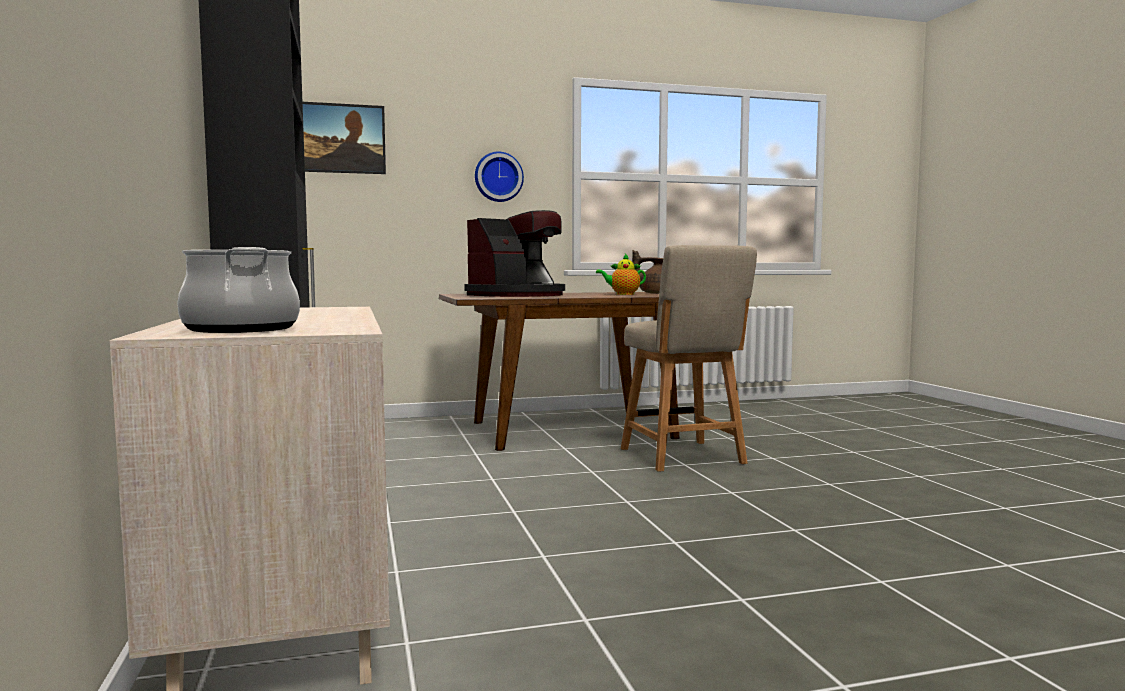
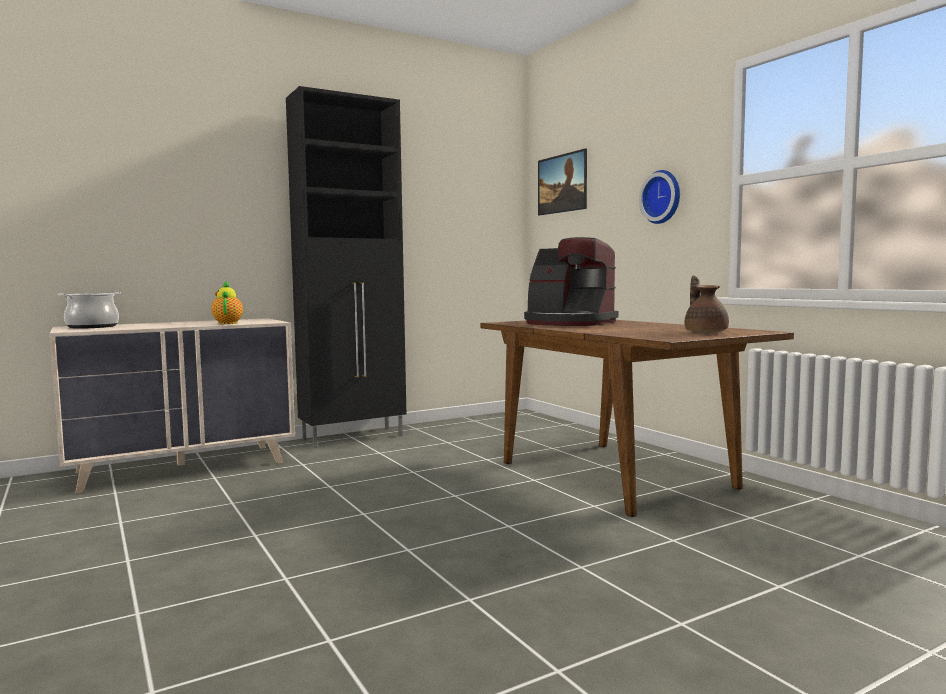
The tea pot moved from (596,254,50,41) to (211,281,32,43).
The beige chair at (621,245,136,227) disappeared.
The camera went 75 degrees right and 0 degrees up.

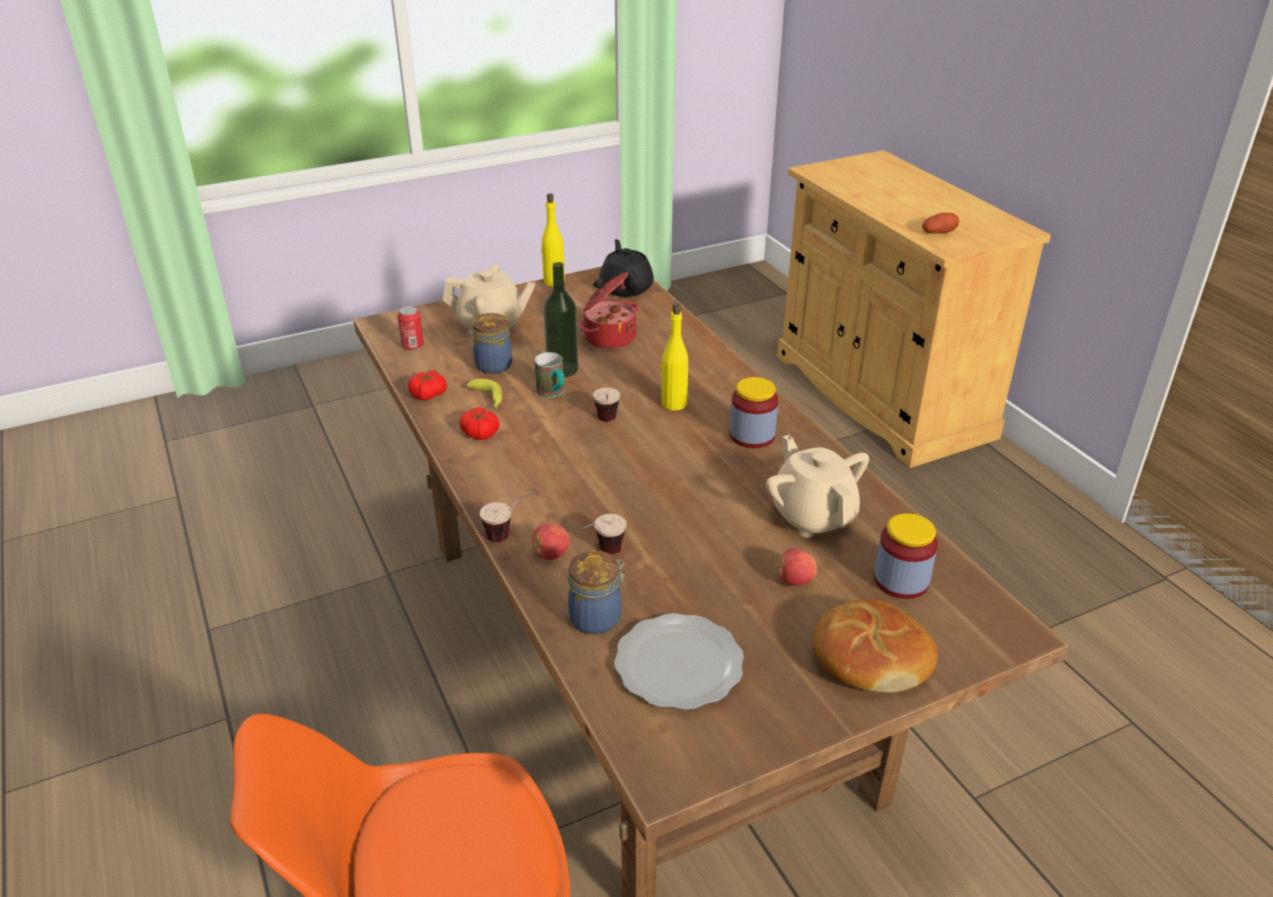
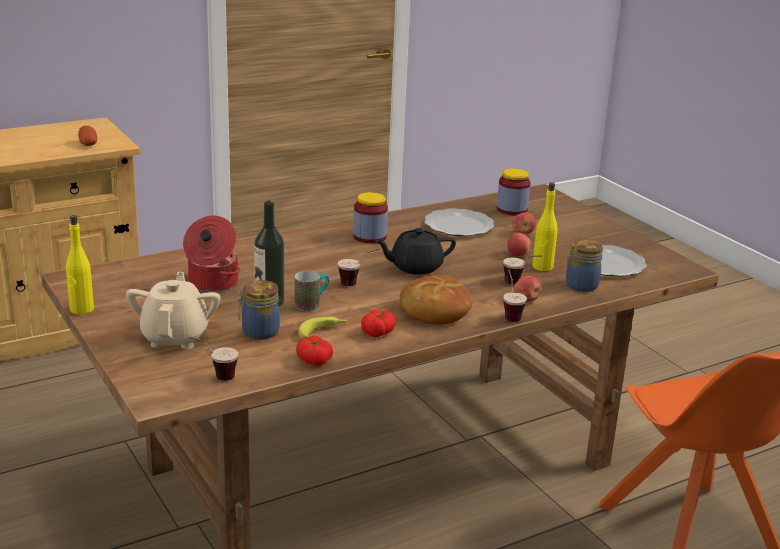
The can at (398,306,26,45) was replaced by the small cup at (188,336,50,45).
The black tea pot moved from (599,239,55,58) to (375,228,81,47).
The bread moved from (813,599,125,94) to (400,275,72,50).
The beige tea pot at (766,435,103,103) was replaced by the flat dish at (425,208,69,28).
The whole apple at (507,233,24,23) appeared.
The yellow-coloured drink bottle moved from (661,303,27,108) to (532,182,26,89).
The camera went 95 degrees left and 10 degrees down.

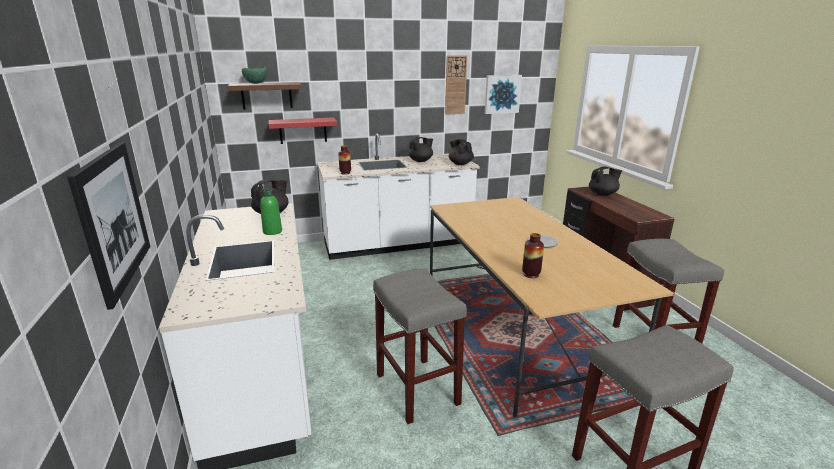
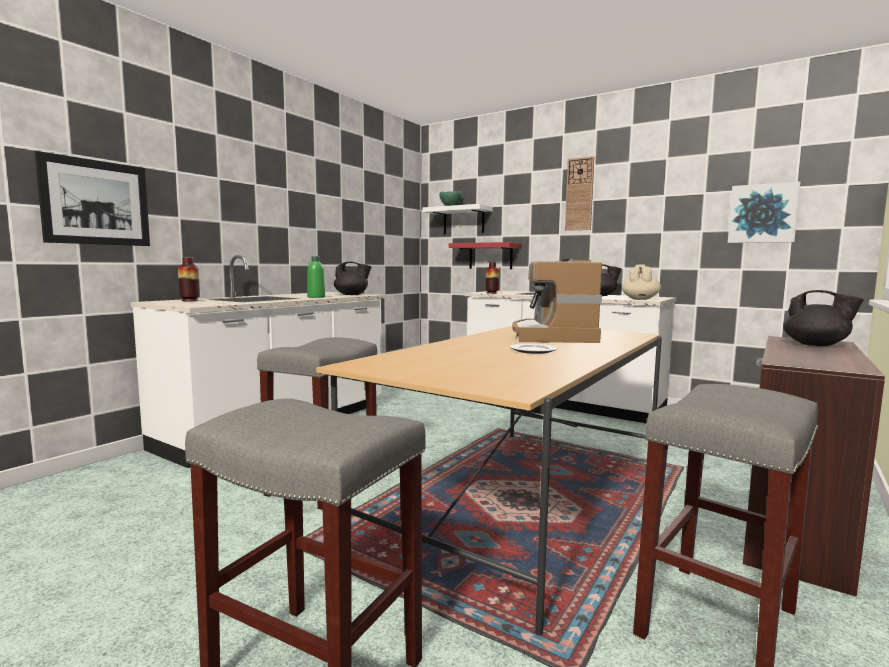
The vase moved from (522,233,22,45) to (178,257,22,44).
The brown-coloured shelf at (228,82,74,28) became the whitish shelf at (422,204,71,30).
The coffee machine at (512,259,90,84) appeared.
The hanging clock moved from (445,55,22,60) to (565,156,29,75).
The black tea pot at (449,139,25,26) became the beige tea pot at (622,264,39,36).
The camera went 50 degrees right and 15 degrees down.

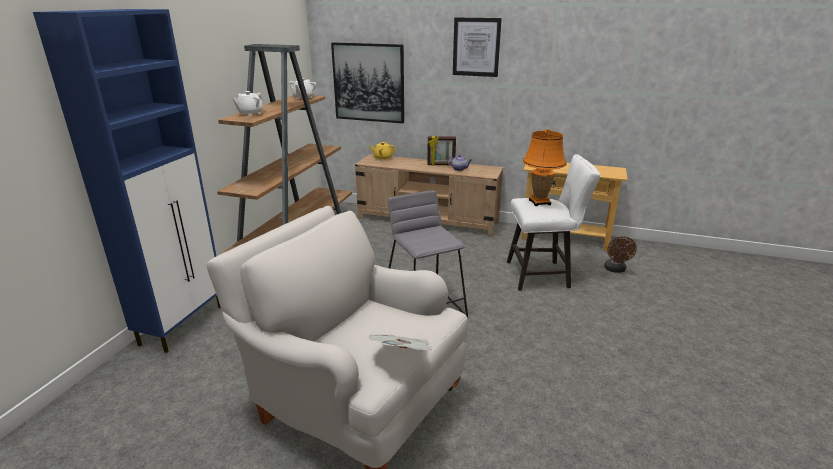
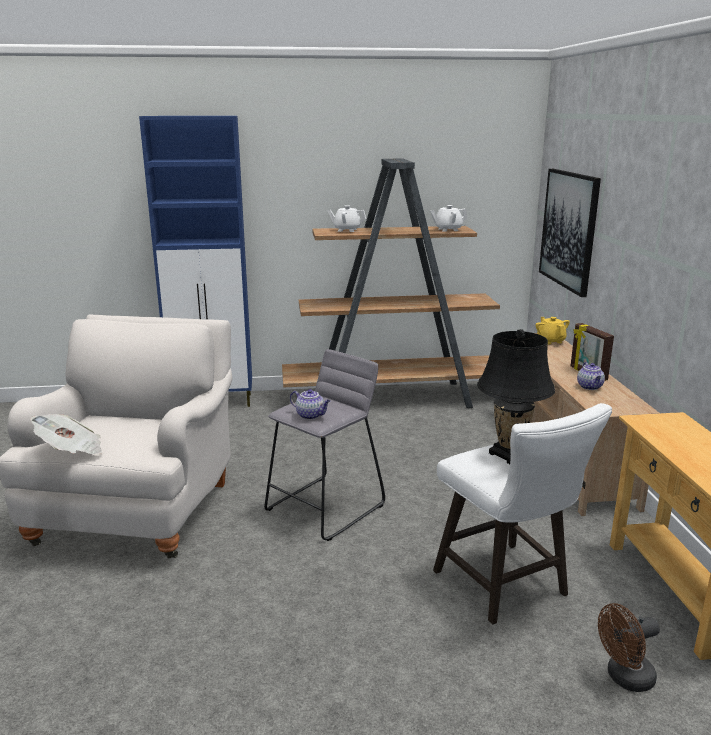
The tea pot at (290,389,40,31) appeared.
The orange-coloured lamp for a table at (523,129,44,77) became the black lamp for a table at (477,329,78,135).
The wall picture at (453,17,49,60) disappeared.
The camera went 65 degrees right and 5 degrees down.

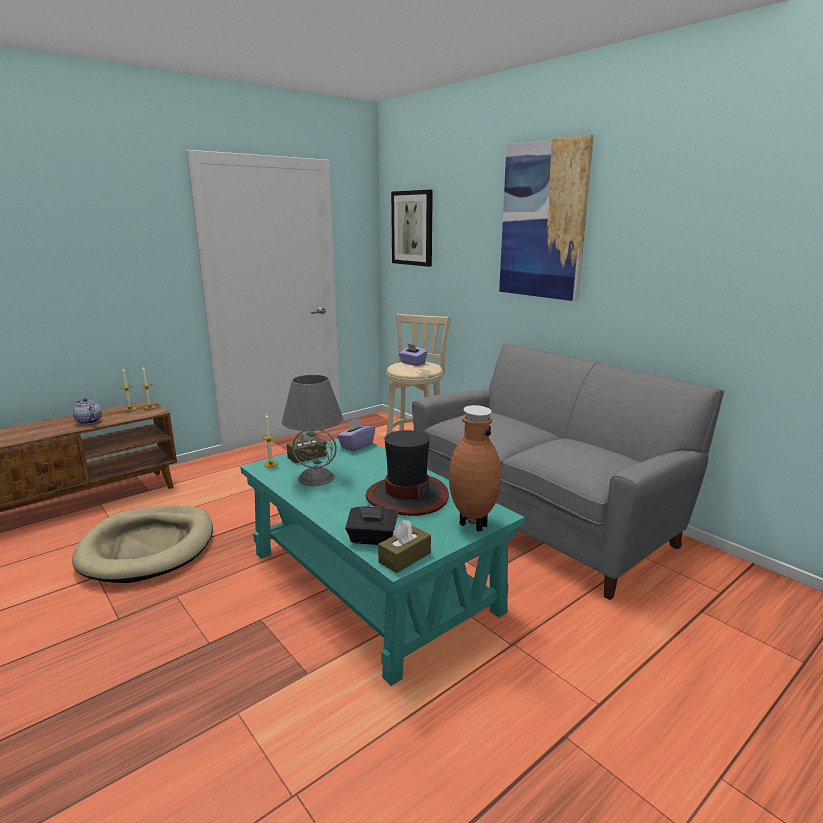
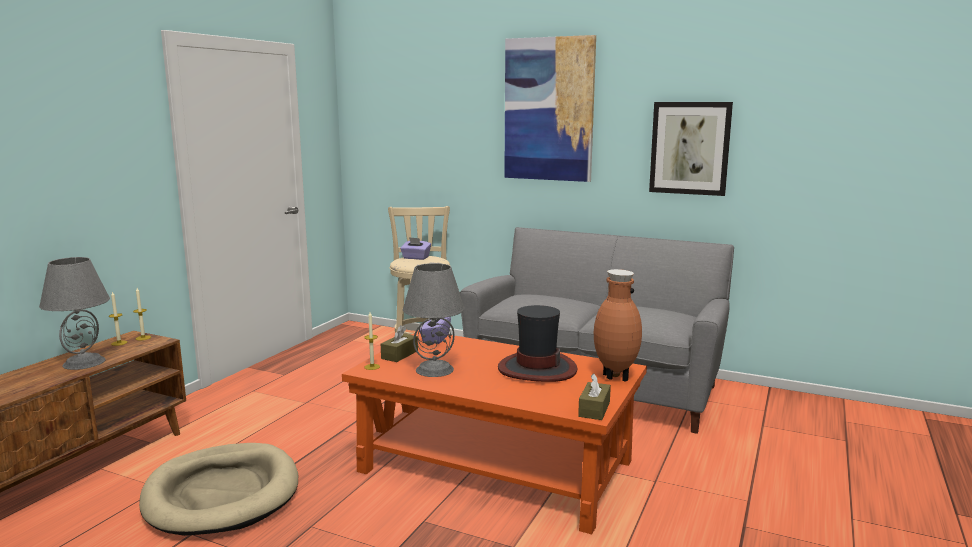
The tea pot at (73,398,29,27) was replaced by the greyish lamp for a table at (39,257,71,113).
The turquoise-coloured coffee table at (240,439,285,247) became the orange-coloured coffee table at (342,330,305,204).
The wall picture moved from (391,190,42,77) to (649,102,84,94).
The black tissue holder at (345,506,53,39) disappeared.
The camera went 25 degrees left and 5 degrees down.

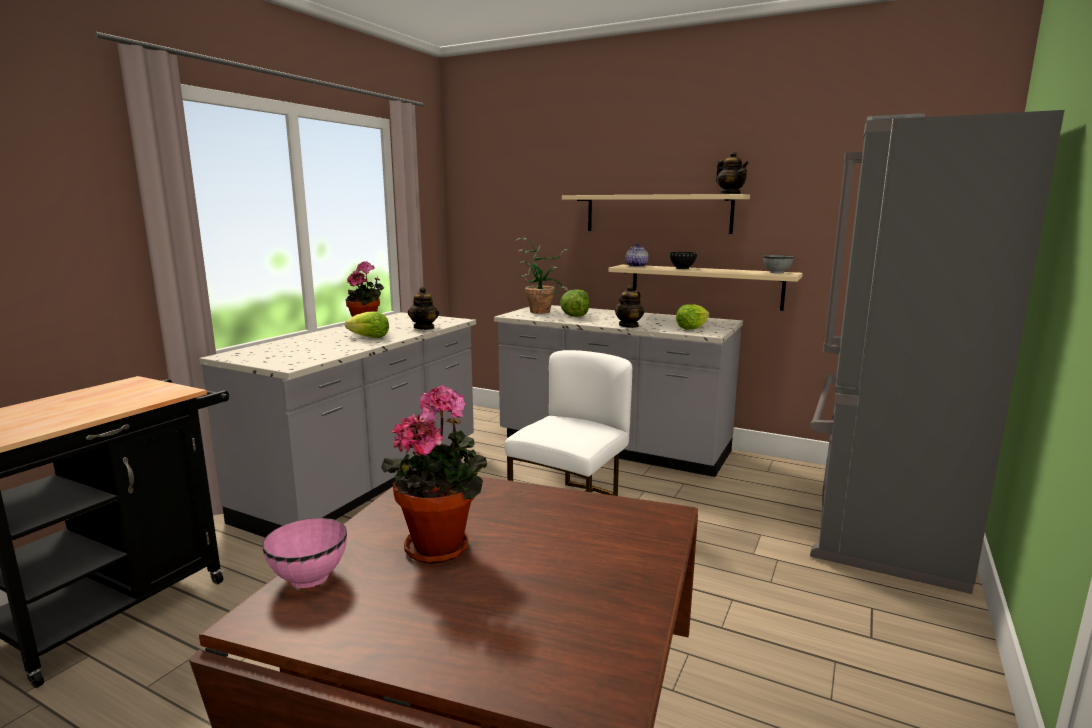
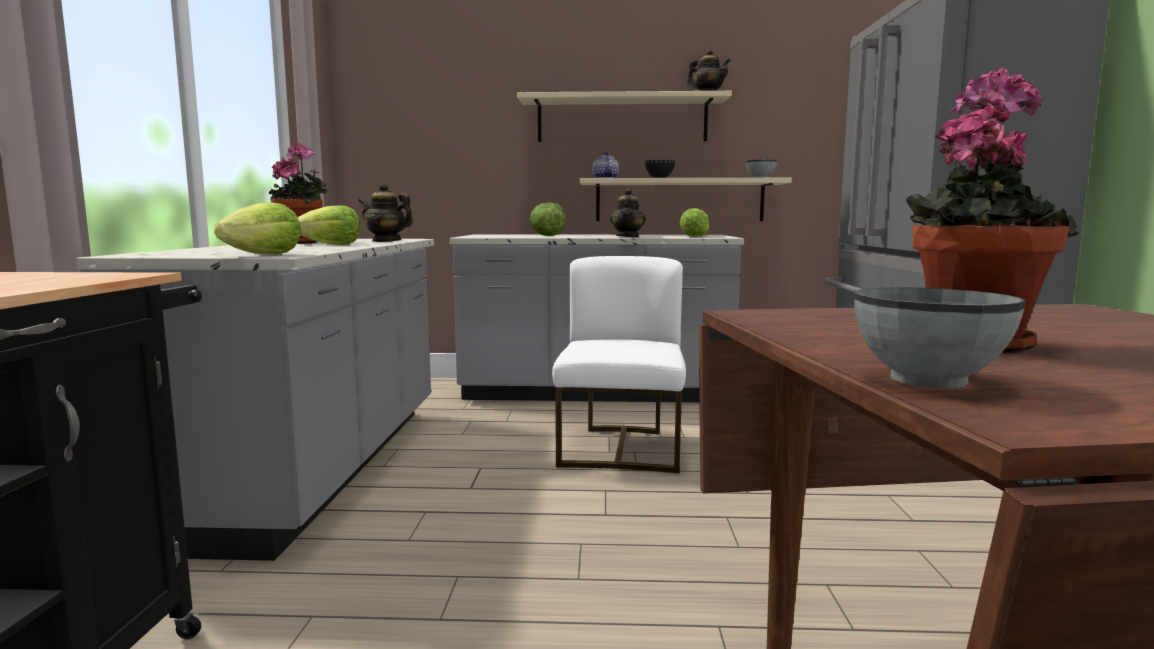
The head of lettuce at (214,202,87,53) appeared.
The tea pot at (408,287,31,43) turned 135 degrees clockwise.
The pink bowl at (263,518,84,70) became the greyish bowl at (854,287,171,101).
The plant in a pot at (517,237,52,77) disappeared.
The camera went 25 degrees left and 5 degrees down.

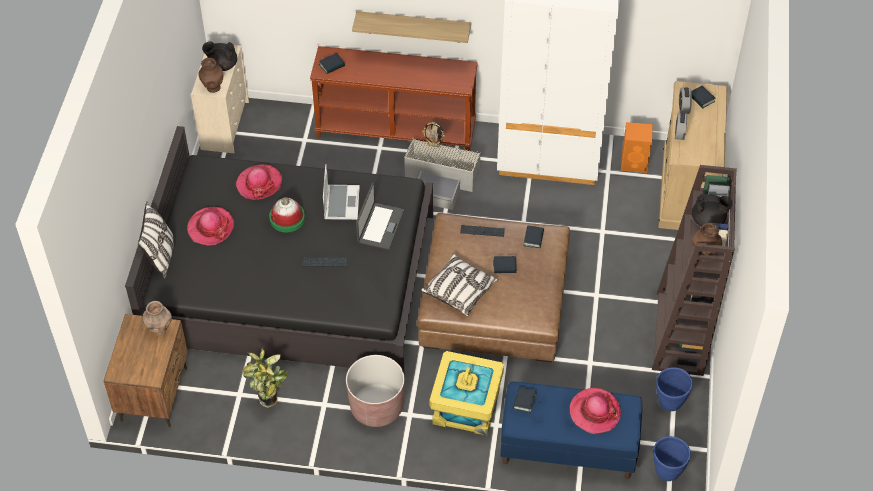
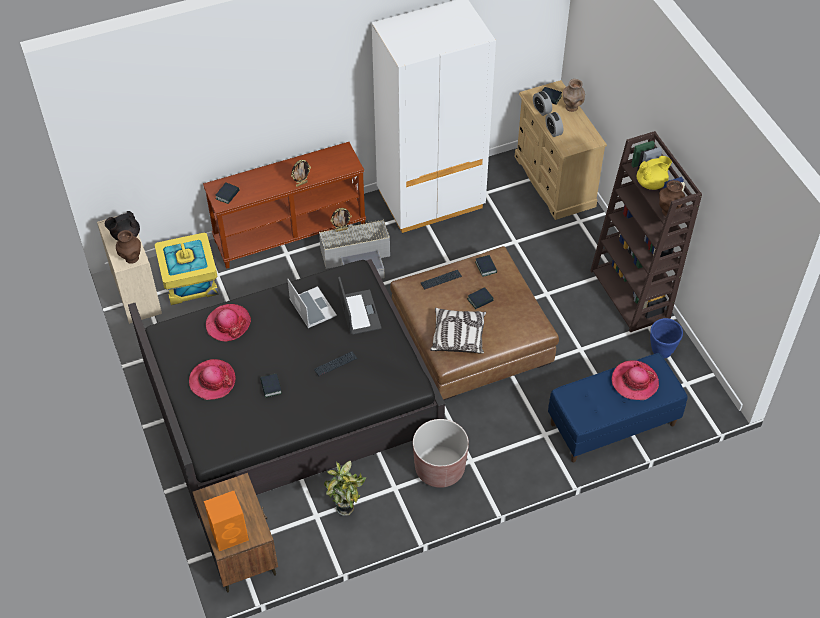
The yellow-coloured storage container moved from (430,351,74,85) to (155,233,63,72).
The orange-coloured loudspeaker moved from (621,122,32,51) to (204,491,45,60).
The book moved from (513,387,24,26) to (260,374,22,24).
The photo frame at (291,160,20,27) appeared.
The brown-coloured vase moved from (143,301,29,35) to (563,79,22,33).
The black tea pot at (692,193,40,34) became the yellow-coloured tea pot at (637,156,35,34).
The cushion at (138,202,35,77) disappeared.
The wearable hat at (269,197,36,36) disappeared.
The shelf at (352,11,119,32) disappeared.
The blue planter at (653,436,38,45) disappeared.
The camera went 30 degrees left and 0 degrees up.

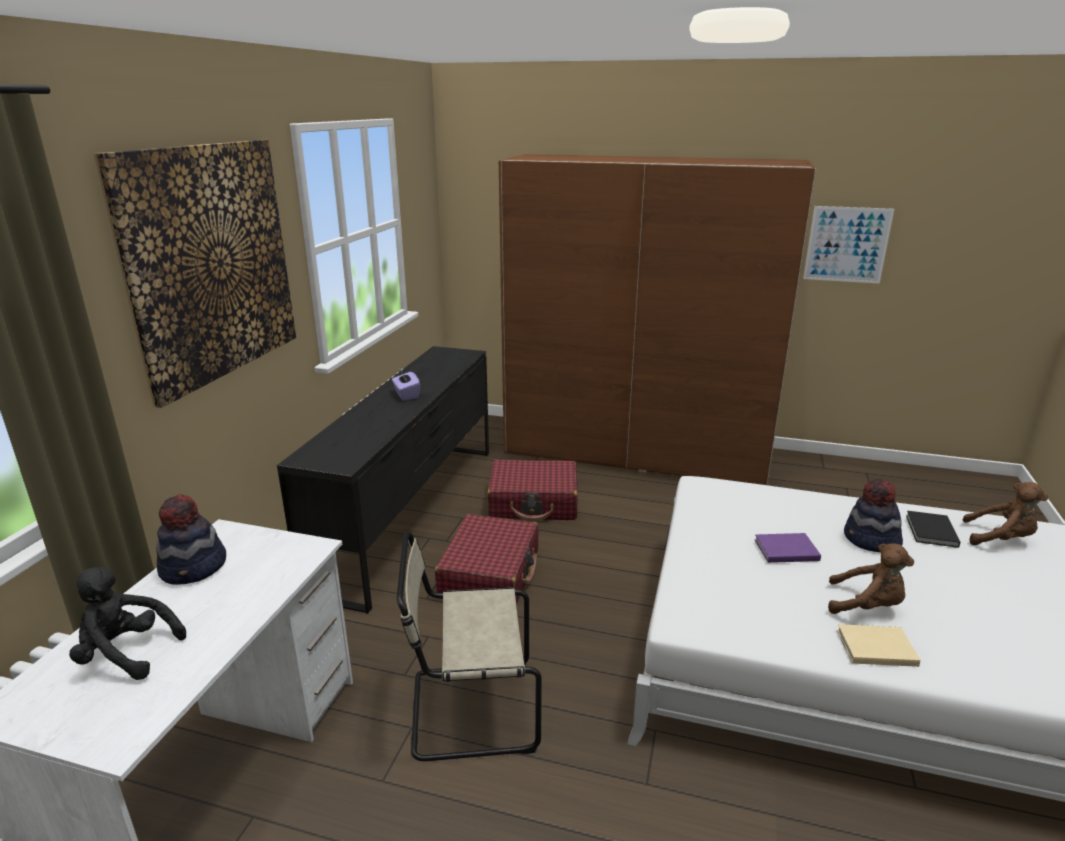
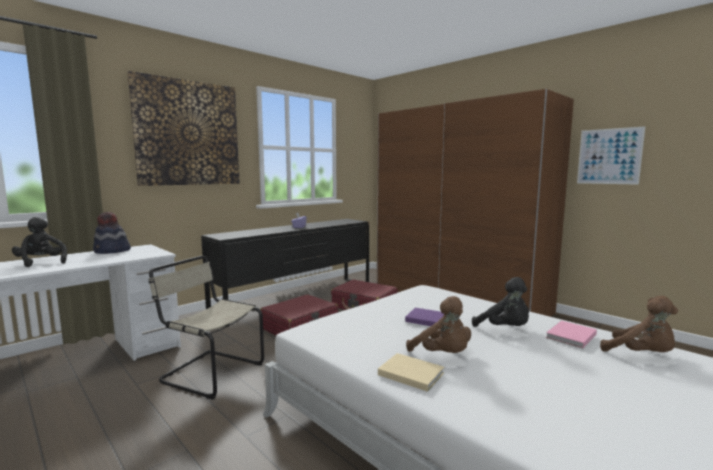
The wearable hat at (844,479,59,73) was replaced by the black soft toy at (472,277,57,50).
The black book at (906,511,54,37) became the pink book at (546,321,51,27).
The camera went 30 degrees right and 15 degrees down.

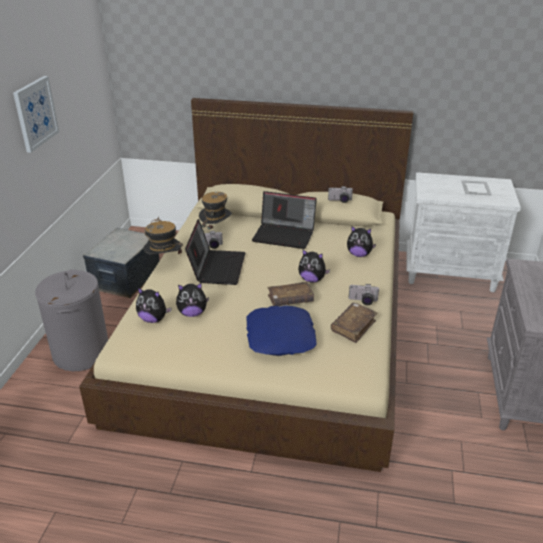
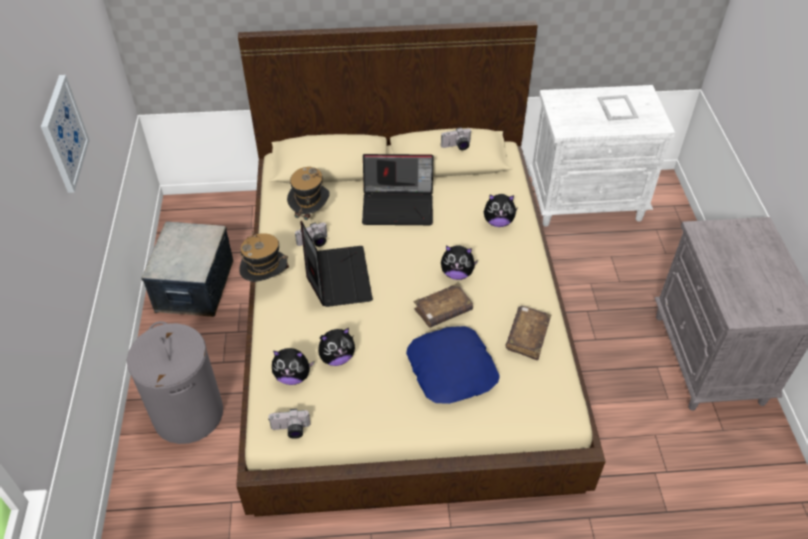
The still camera moved from (349,284,31,21) to (268,409,43,30).
The camera went 15 degrees left and 15 degrees up.

